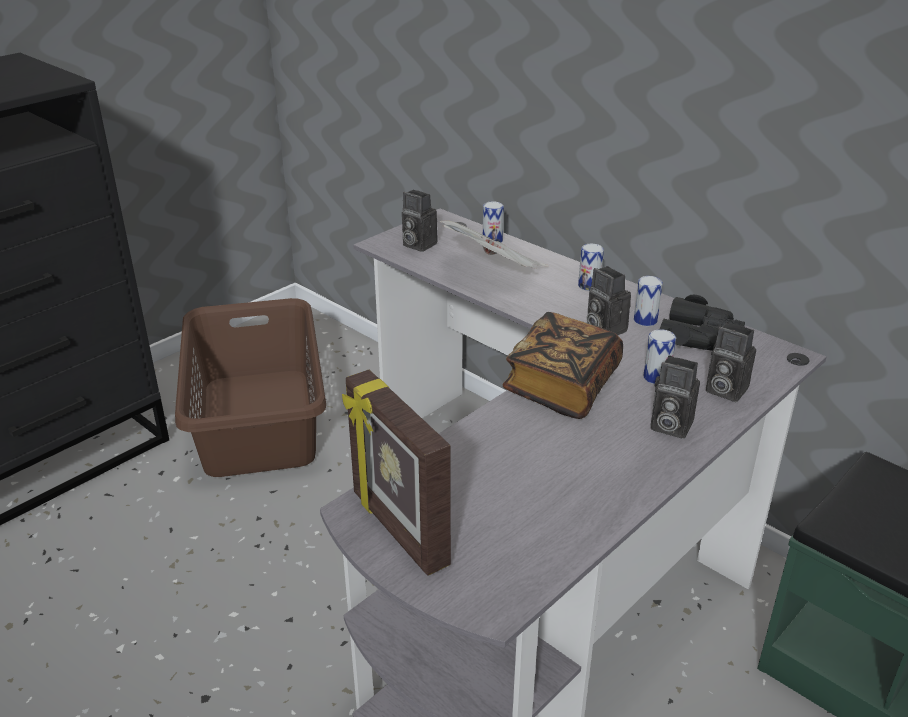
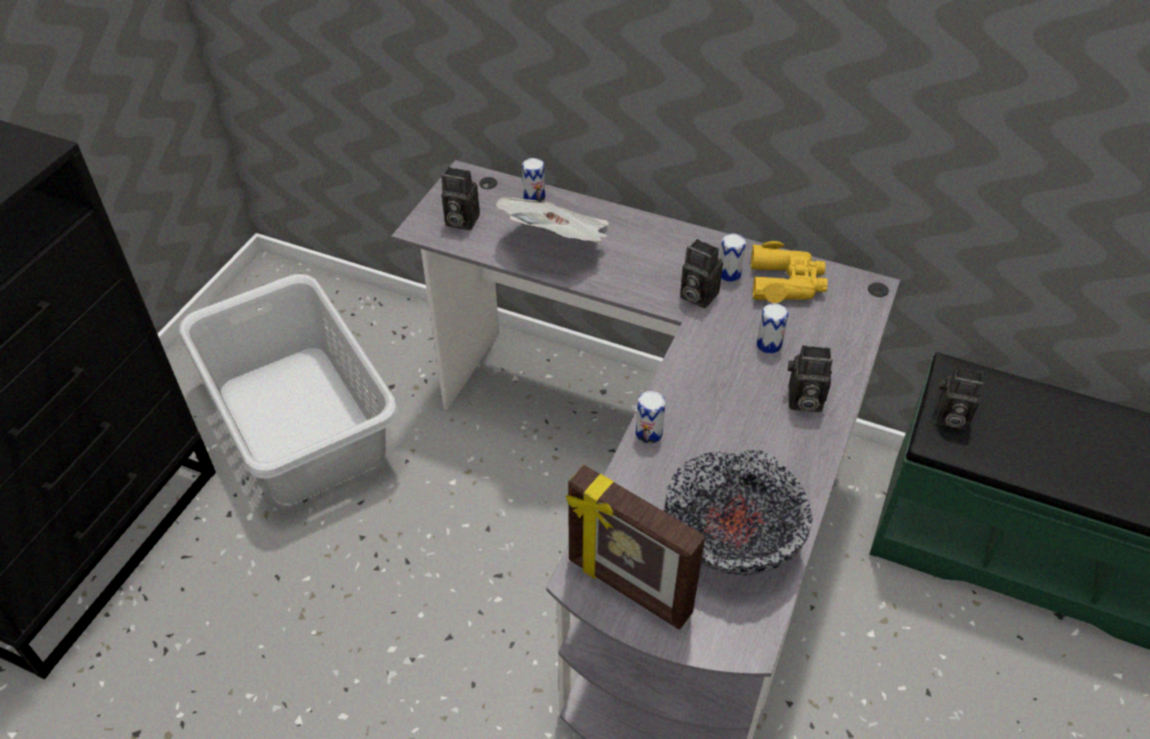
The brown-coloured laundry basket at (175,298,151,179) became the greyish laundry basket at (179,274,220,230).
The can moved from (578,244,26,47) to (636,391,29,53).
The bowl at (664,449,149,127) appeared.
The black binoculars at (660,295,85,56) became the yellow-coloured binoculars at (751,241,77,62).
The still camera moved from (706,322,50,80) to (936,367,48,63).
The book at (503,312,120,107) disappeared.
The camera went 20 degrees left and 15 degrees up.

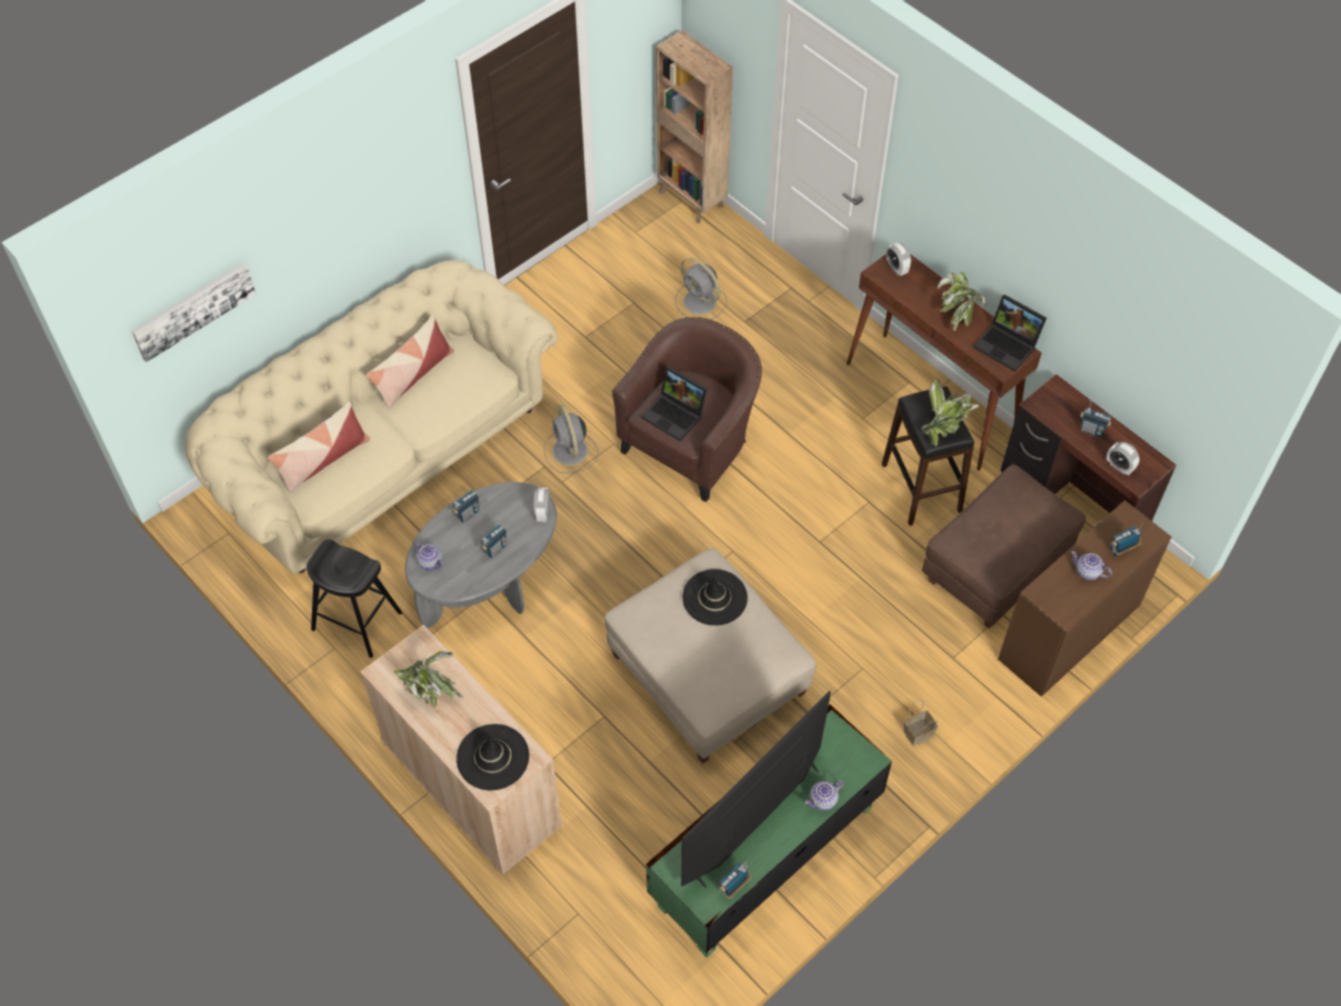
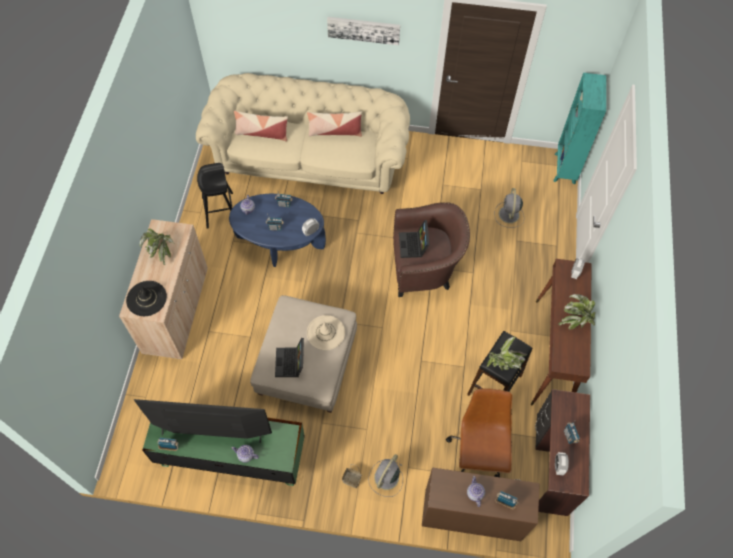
The greyish coffee table at (405,482,152,147) became the blue coffee table at (229,194,97,73).
The portable computer moved from (973,294,74,78) to (275,338,29,39).
The black wearable hat at (683,569,65,57) became the beige wearable hat at (307,315,38,35).
The wall picture moved from (132,262,124,100) to (327,17,73,28).
The greyish cooling fan moved from (544,404,54,70) to (368,454,35,43).
The brown-coloured footrest at (922,464,164,164) was replaced by the brown-coloured desk chair at (446,388,67,89).
The brown-coloured bookshelf at (656,30,77,193) became the turquoise-coloured bookshelf at (553,73,53,112).
The camera went 50 degrees right and 5 degrees up.

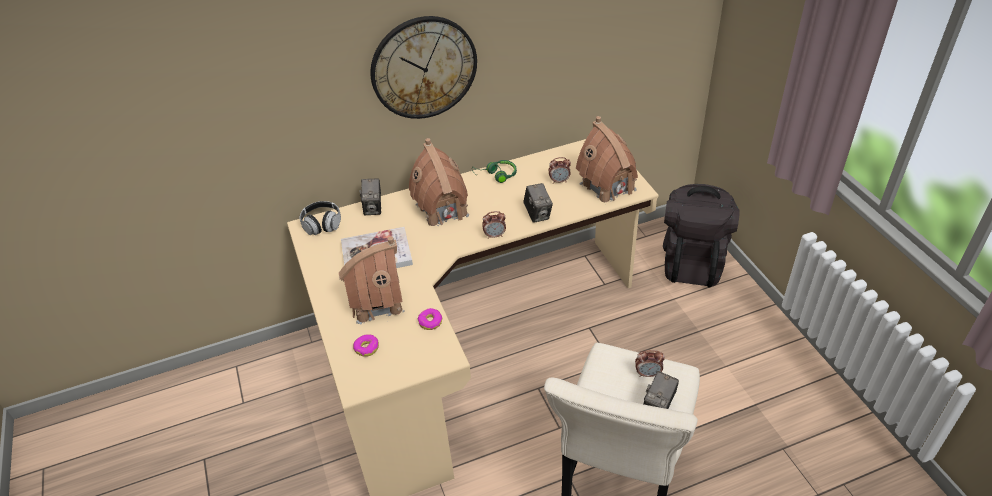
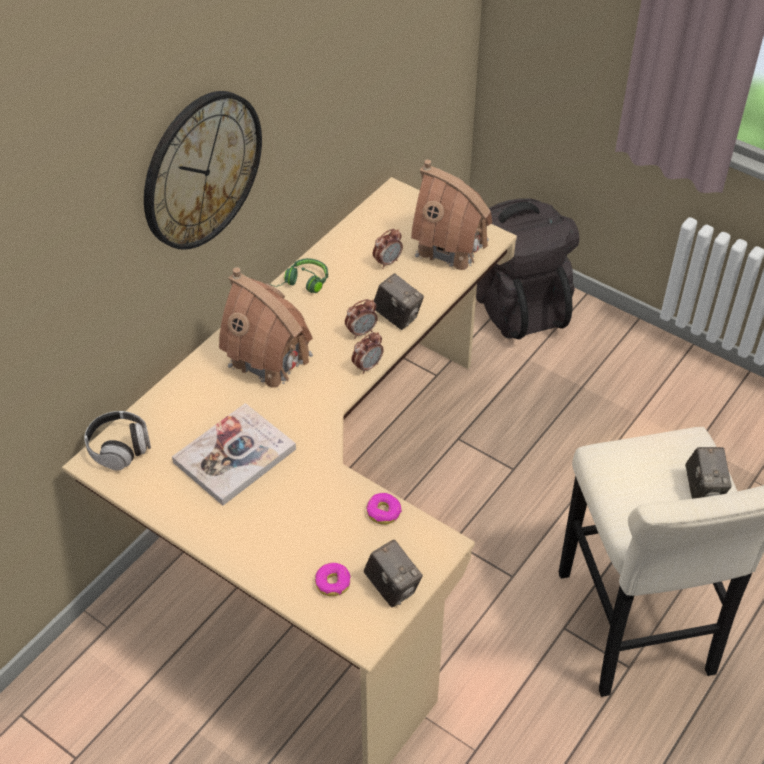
The table clock moved from (635,350,30,27) to (345,299,33,40).
The still camera moved from (360,178,21,37) to (364,540,59,67).
The toy house at (339,236,66,89) disappeared.
The camera went 35 degrees left and 5 degrees up.

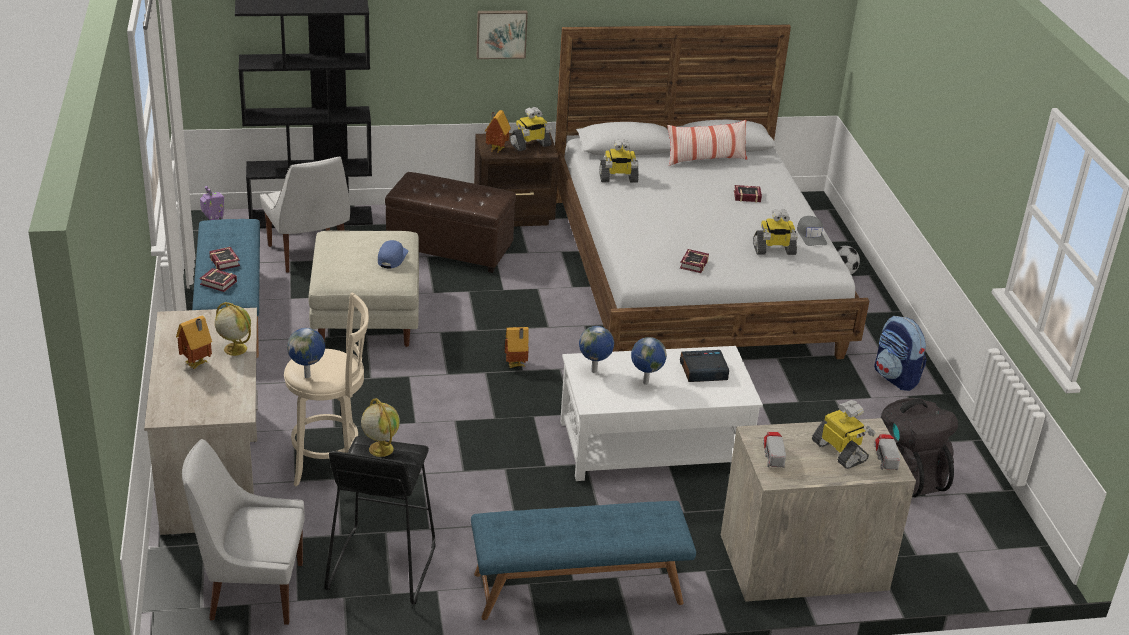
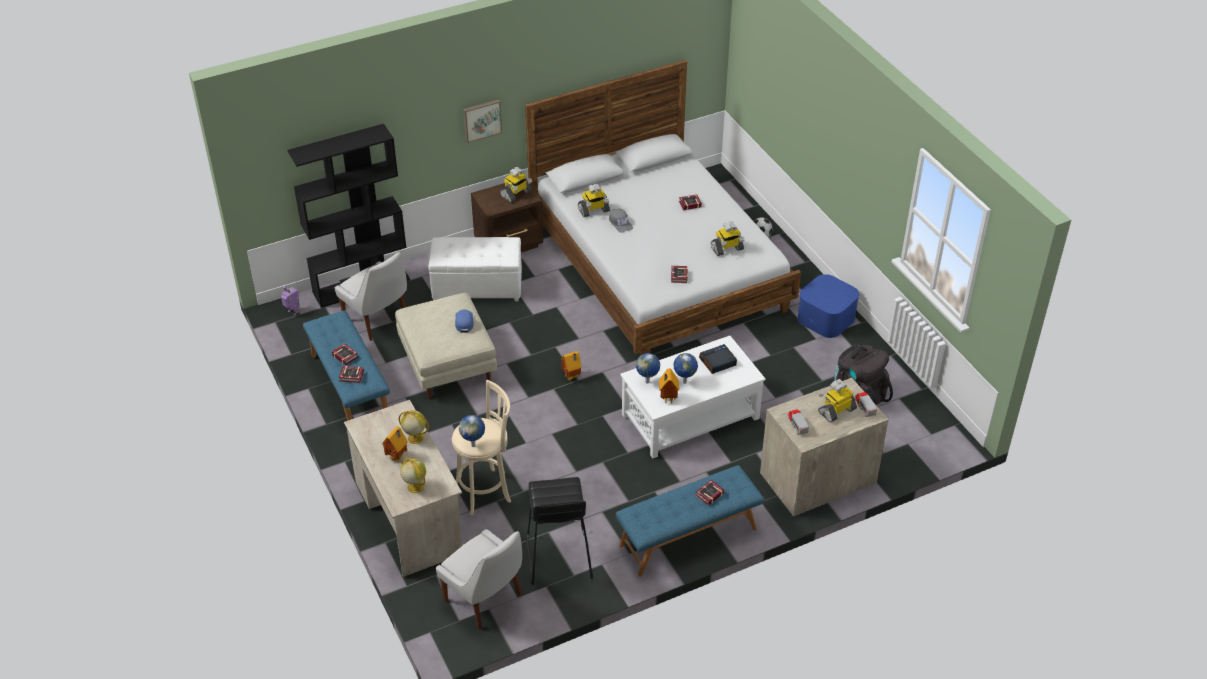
The world globe moved from (361,398,39,59) to (400,458,26,35).
The brown-coloured footrest at (385,172,131,101) became the whitish footrest at (428,237,94,65).
The whitish chair at (182,439,123,186) turned 120 degrees counterclockwise.
The greyish cap moved from (797,216,30,30) to (609,208,24,25).
The toy house moved from (485,110,26,44) to (659,368,20,35).
The book at (695,480,29,26) appeared.
The backpack at (874,316,53,75) was replaced by the blue storage container at (797,274,62,64).
The toy robot at (812,400,64,69) turned 75 degrees counterclockwise.
The cushion at (667,120,80,46) disappeared.
The camera went 15 degrees left and 10 degrees up.

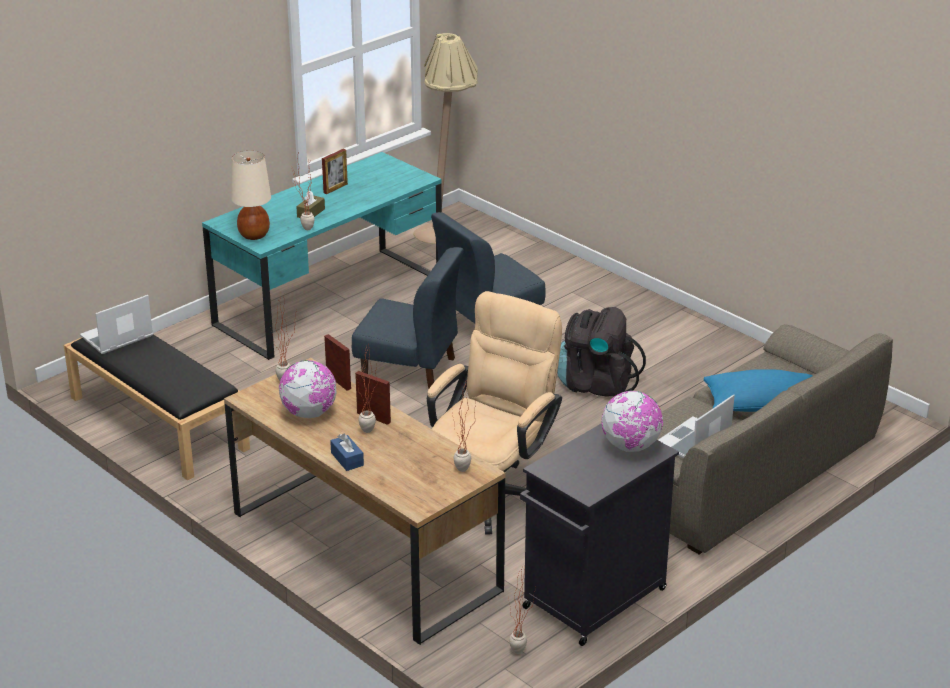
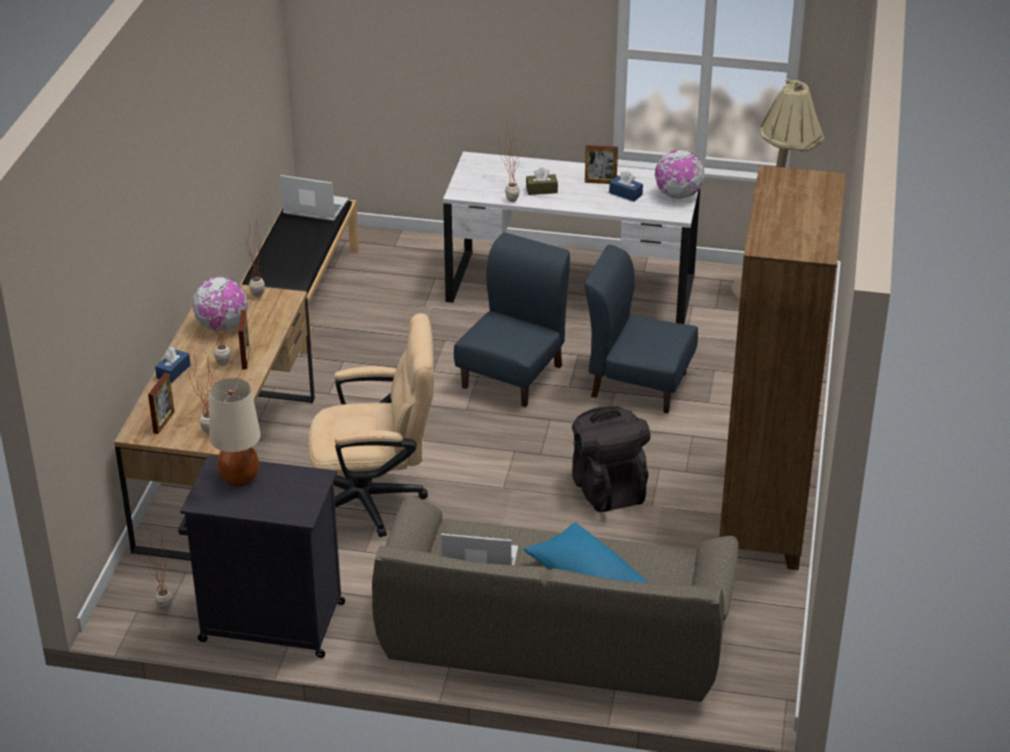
The photo frame moved from (324,334,27,57) to (148,372,26,62).
The beige lamp for a table moved from (231,151,40,89) to (209,378,52,108).
The turquoise-coloured desk table at (202,152,240,208) became the whitish desk table at (443,151,257,173).
The blue chair at (352,247,112,141) turned 135 degrees counterclockwise.
The blue tissue holder at (609,171,34,31) appeared.
The world globe moved from (601,391,62,61) to (655,149,49,50).
The brown-coloured bookshelf at (719,165,127,405) appeared.
The camera went 55 degrees right and 5 degrees up.

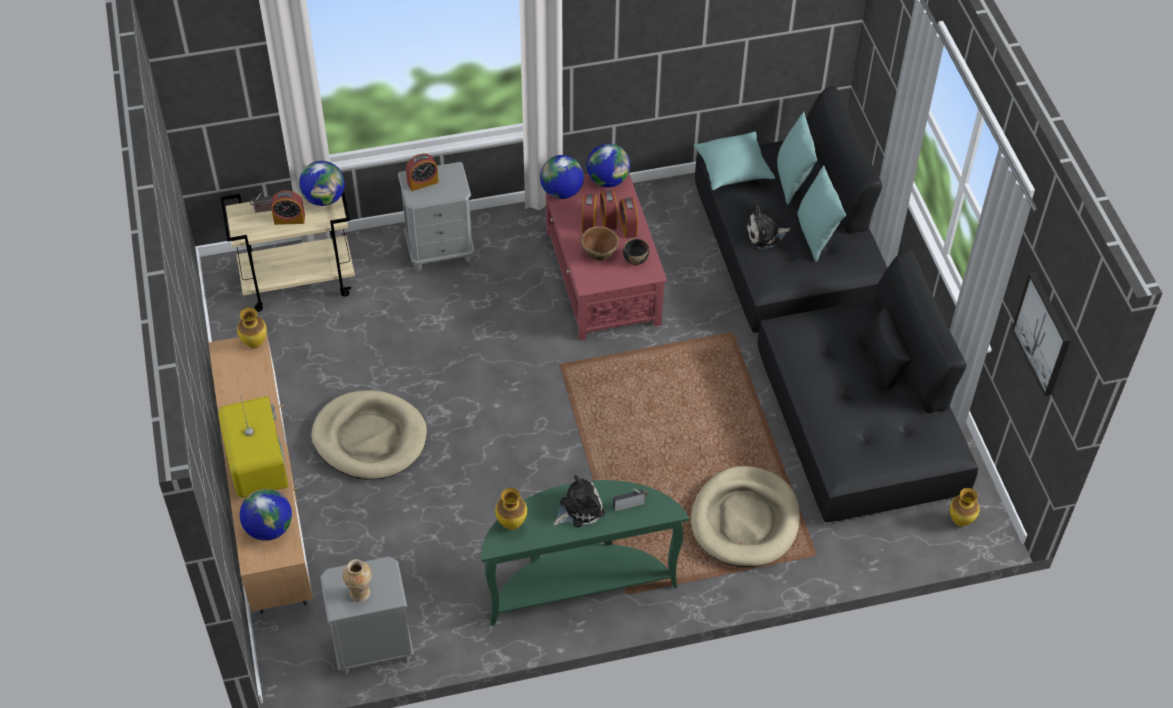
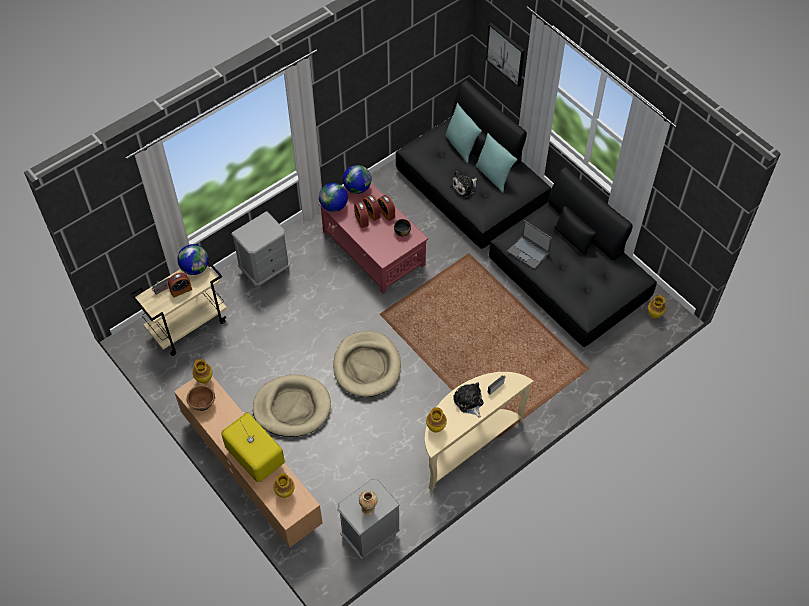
The brown-coloured bowl moved from (580,226,39,35) to (186,385,29,26).
The world globe at (240,489,52,52) was replaced by the vase at (273,473,22,25).
The beige dog bed moved from (691,466,109,101) to (333,331,68,66).
The green hall table at (481,480,208,146) became the beige hall table at (425,372,109,119).
The soft toy at (553,475,52,52) turned 60 degrees counterclockwise.
The wall picture moved from (1012,272,59,124) to (486,23,39,64).
The portable computer at (507,220,45,49) appeared.
The table clock at (406,154,33,37) disappeared.
The turquoise-coloured cushion at (693,131,82,59) disappeared.
The camera went 25 degrees left and 5 degrees up.

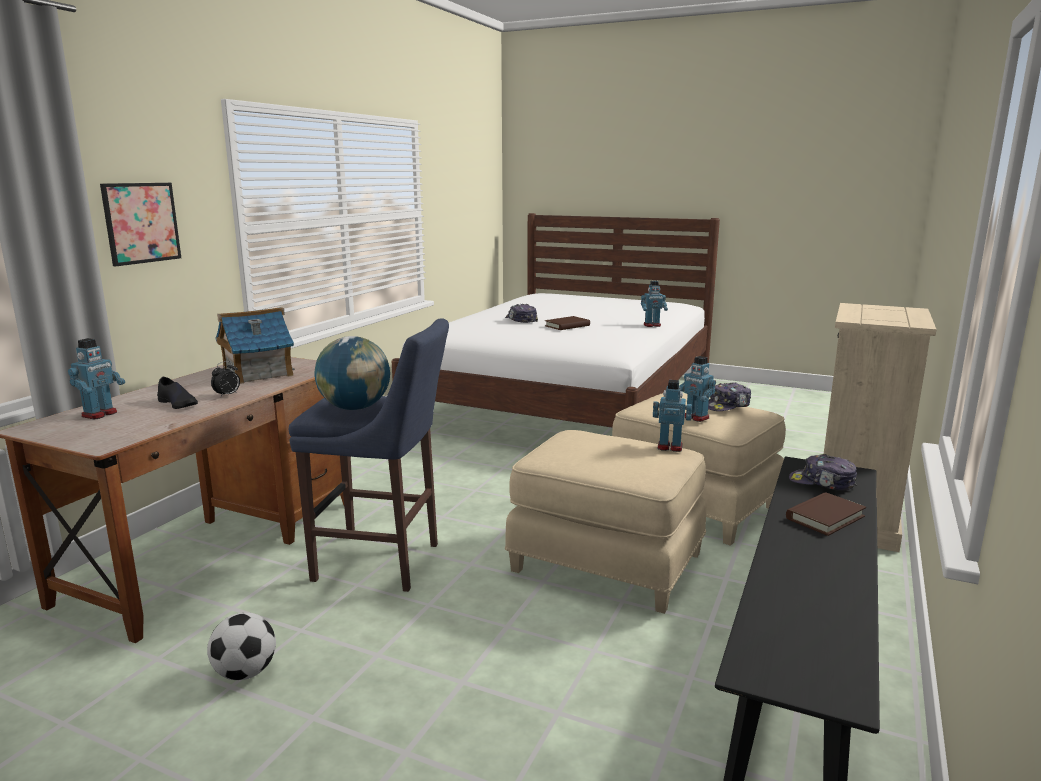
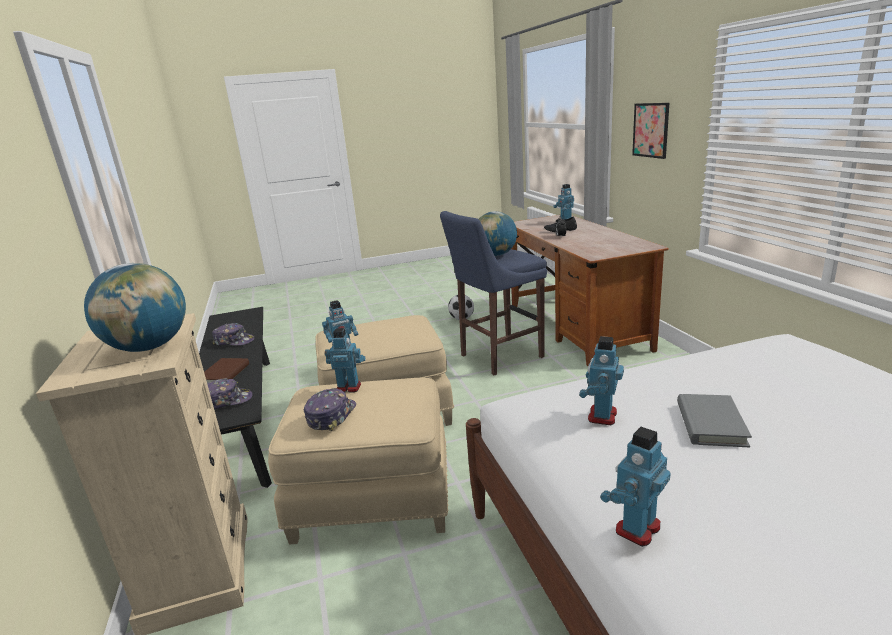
The world globe at (84,263,102,89) appeared.
The cap moved from (505,304,33,19) to (212,323,43,23).
The toy robot at (579,336,45,89) appeared.
The brown-coloured book at (545,316,45,14) became the greyish book at (677,394,75,53).
The toy house at (216,307,79,77) disappeared.
The camera went 140 degrees right and 5 degrees up.

